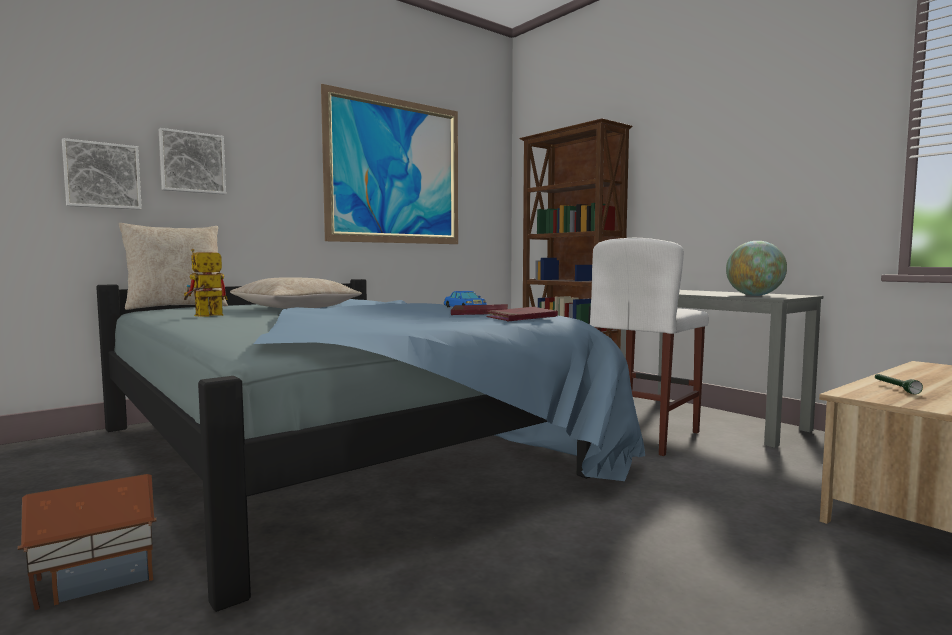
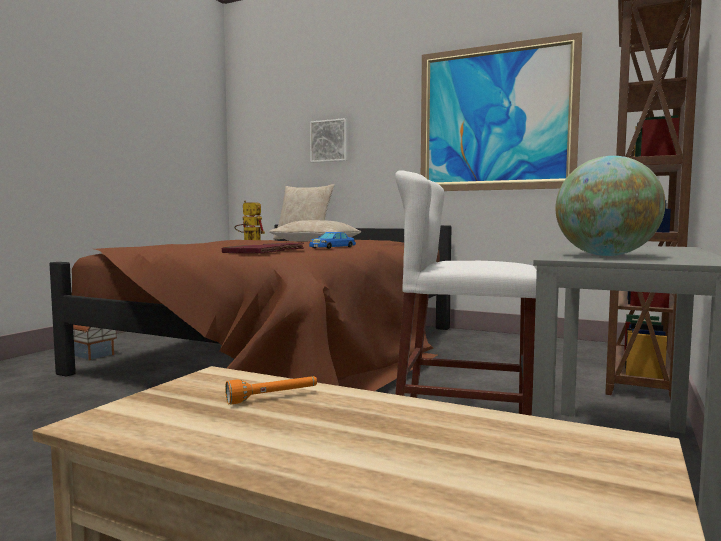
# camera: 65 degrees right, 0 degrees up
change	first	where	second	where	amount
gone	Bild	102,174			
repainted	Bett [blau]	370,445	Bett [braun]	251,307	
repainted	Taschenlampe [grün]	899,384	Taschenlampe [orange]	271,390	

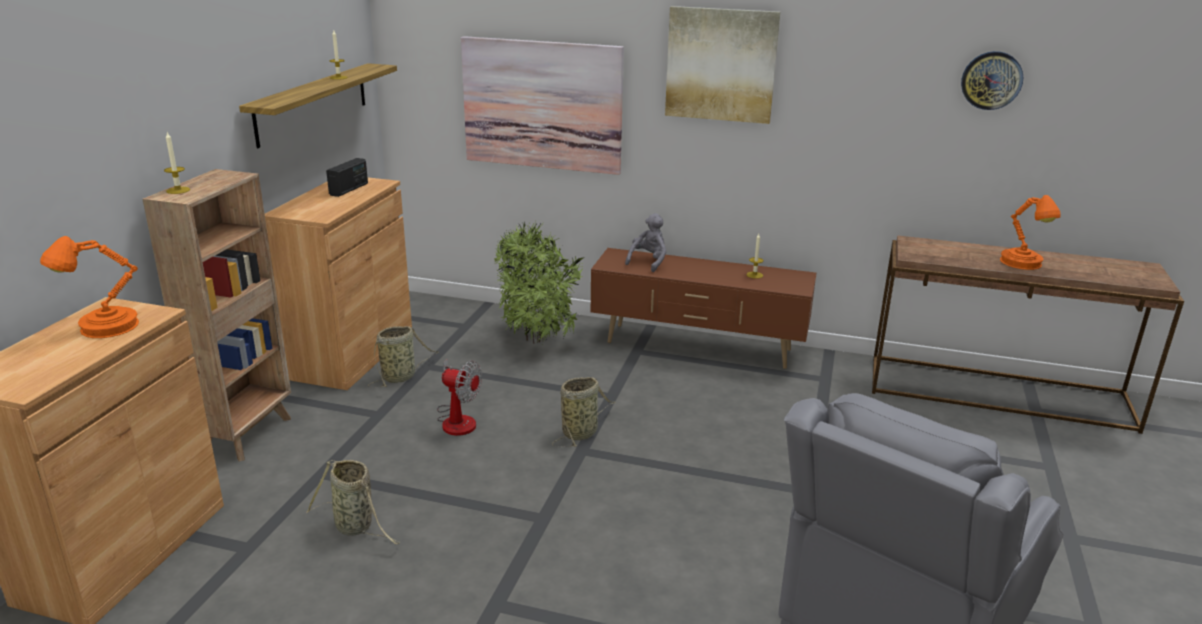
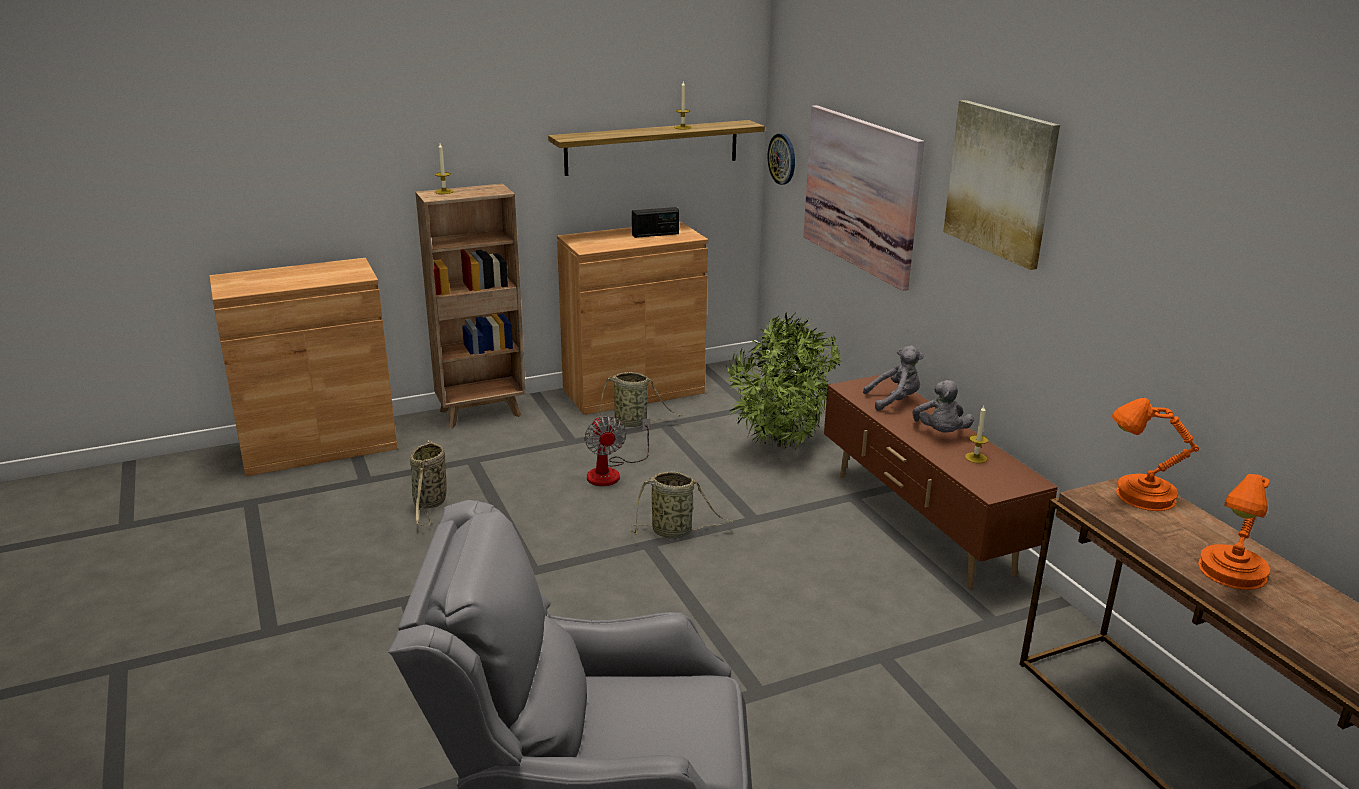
# camera: 50 degrees right, 0 degrees up
change	first	where	second	where	amount
new			Plüschtier [grau]	943,406	
shifted	Tischlampe [orange]	89,287		1155,454	
shifted	Wanduhr	992,80		781,159	

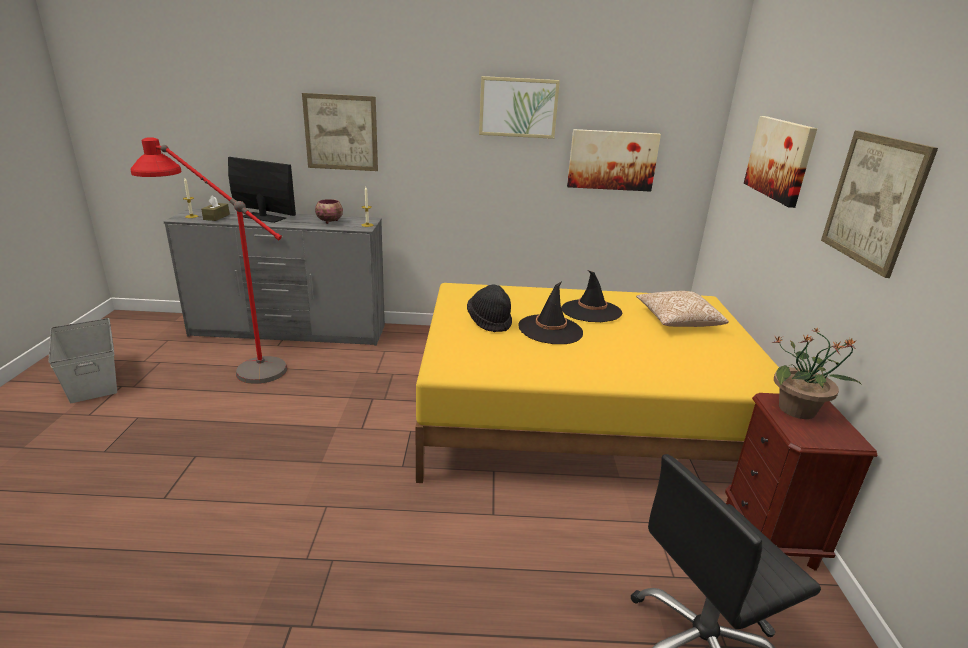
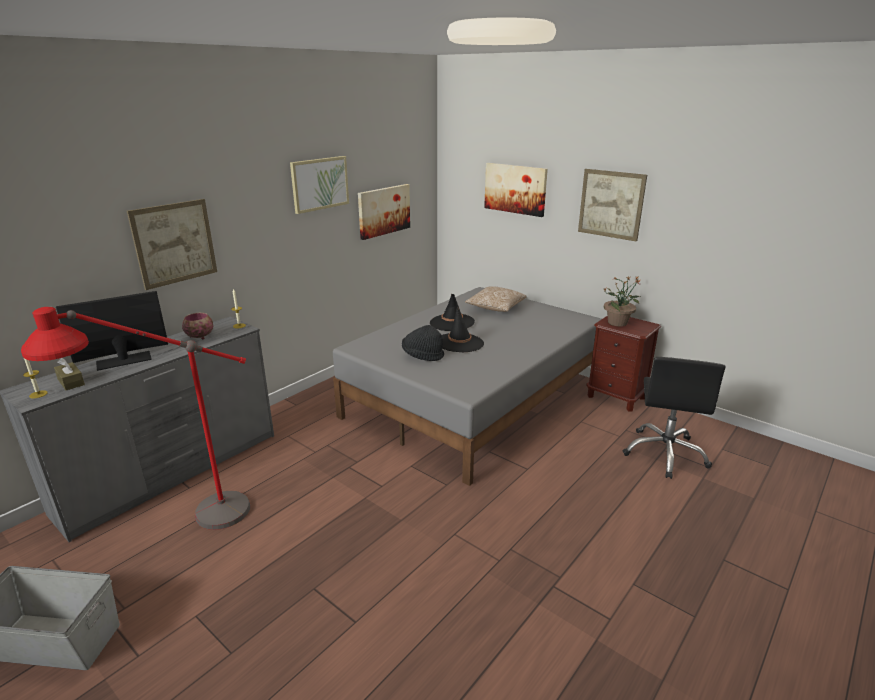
# camera: 50 degrees left, 0 degrees up
change	first	where	second	where	amount
repainted	Bett [gelb]	598,383	Bett [grau]	467,386	

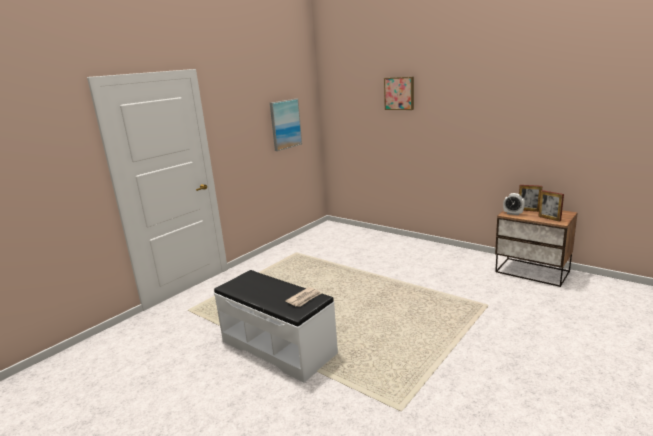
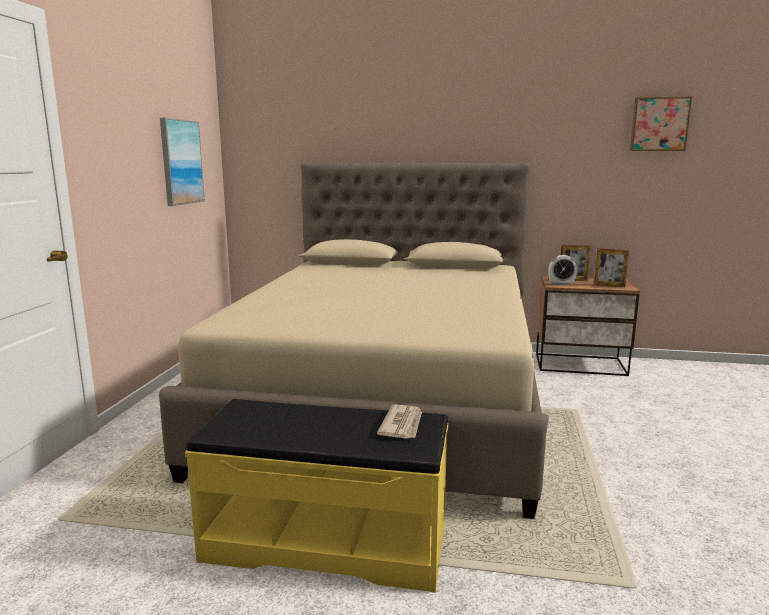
# camera: 30 degrees left, 5 degrees down
change	first	where	second	where	amount
new			Bett [beige]	354,340	
shifted	Bild	399,93		661,123	
repainted	Bank [weiß]	276,326	Bank [gelb]	316,496	

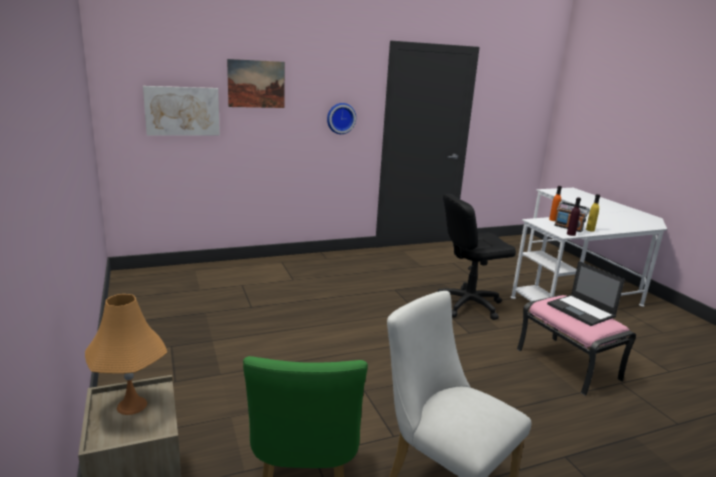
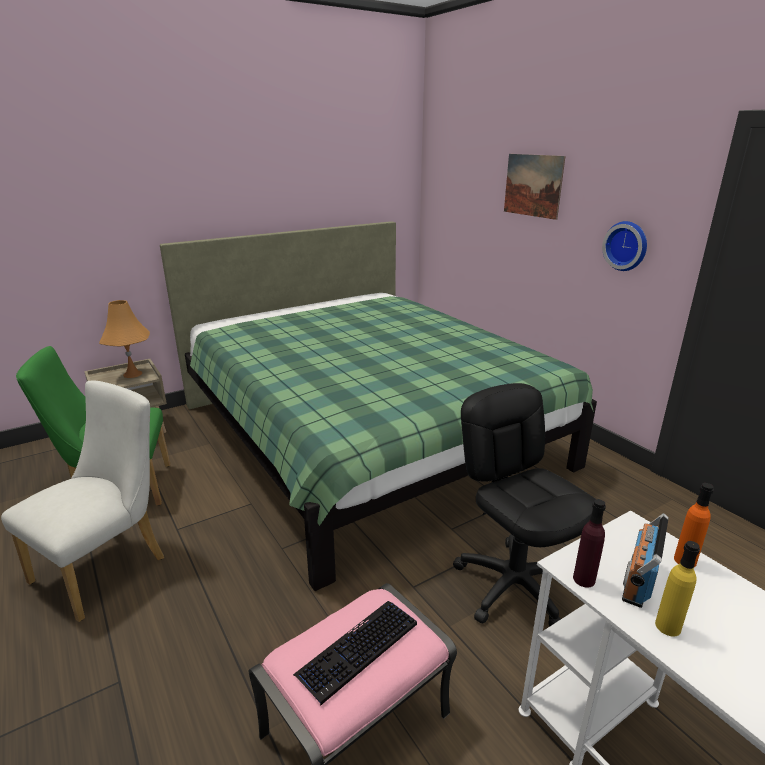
# camera: 80 degrees right, 5 degrees up
change	first	where	second	where	amount
gone	Bild	181,111			
new			Bett [grün]	378,406	
swapped	Laptop	586,293	Tastatur	355,653	

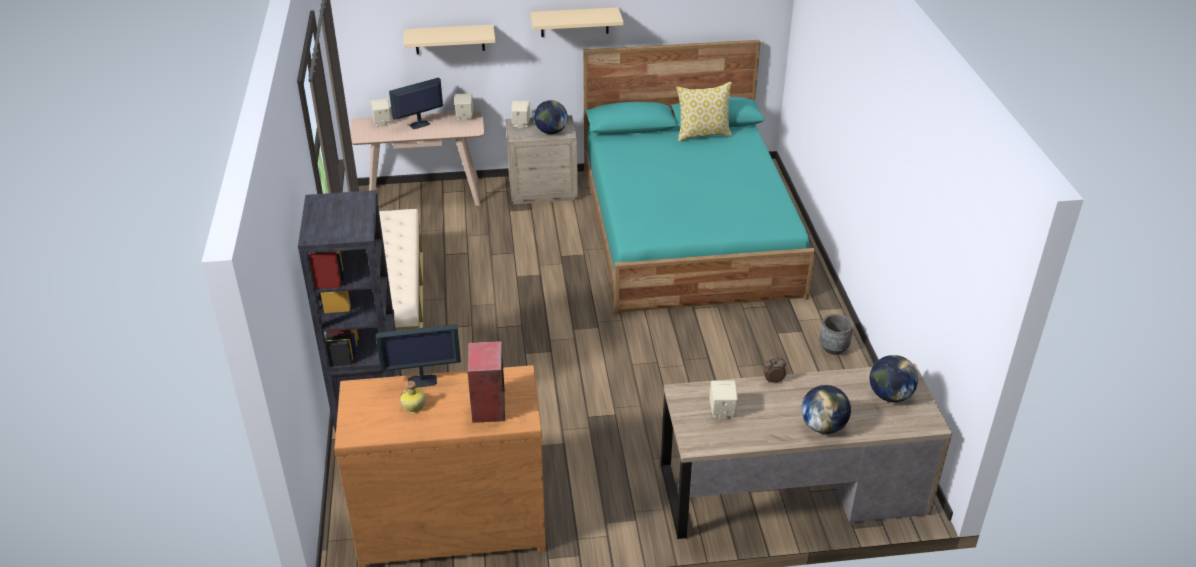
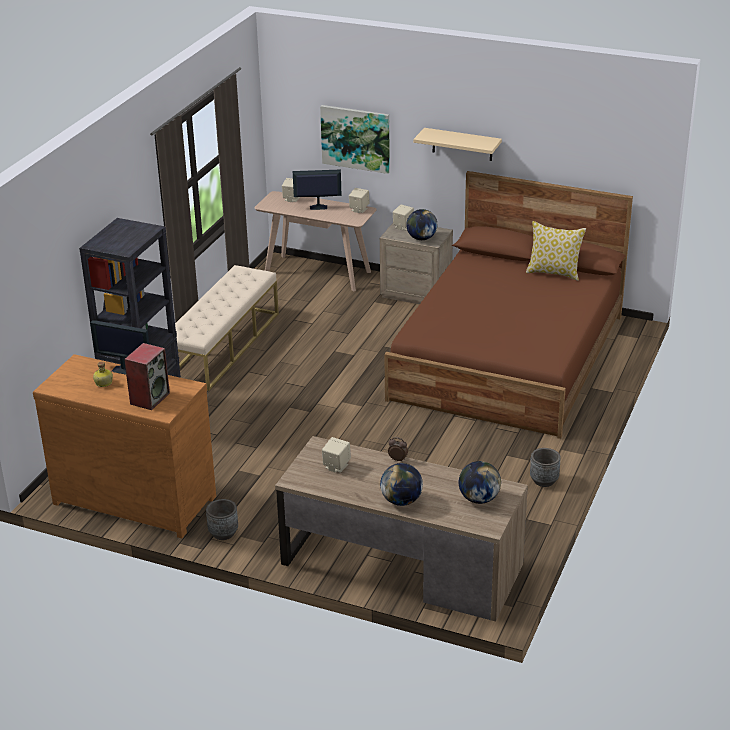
# camera: 30 degrees right, 5 degrees down
change	first	where	second	where	amount
new			Pflanzkübel [grau]	222,519	
swapped	Wandregal [beige]	449,39	Bild	355,139	
repainted	Bett [türkis]	699,177	Bett [braun]	508,305	

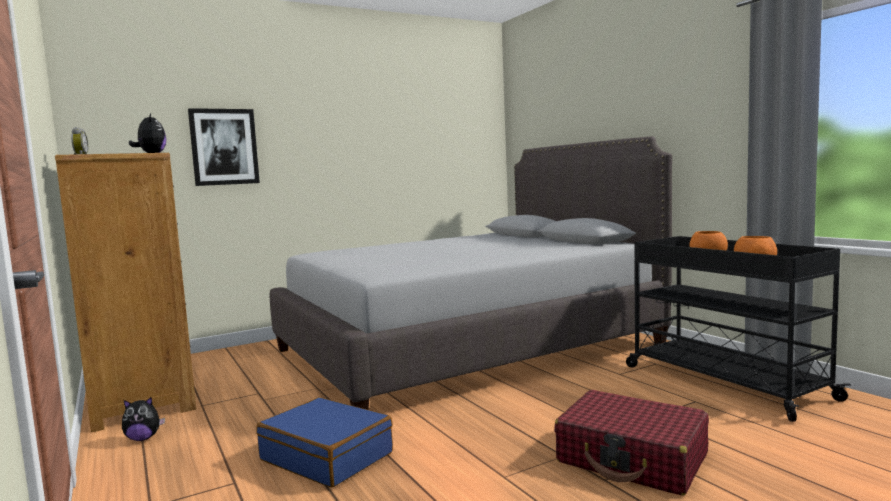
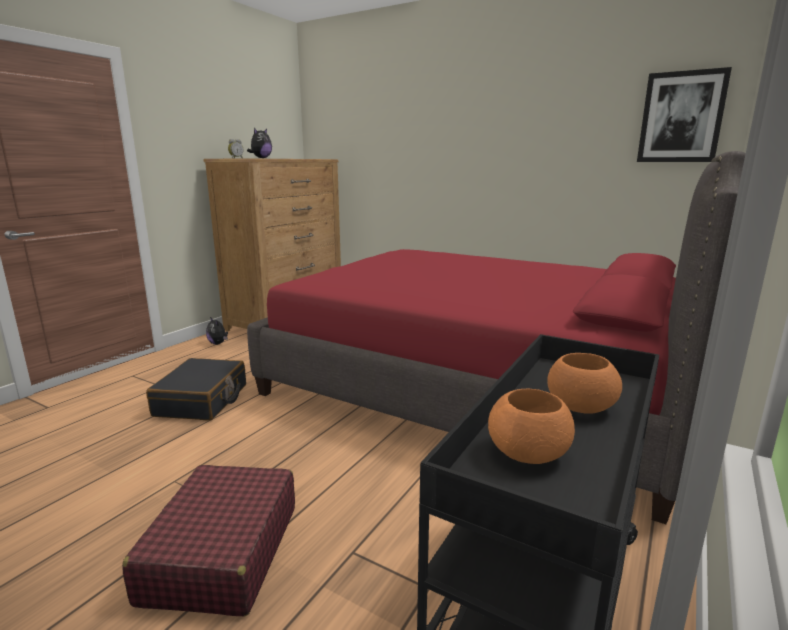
# camera: 60 degrees right, 10 degrees up
change	first	where	second	where	amount
shifted	Bild	224,147		684,114	
repainted	Koffer [blau]	324,442	Koffer [schwarz]	196,389	
repainted	Bett [grau]	471,273	Bett [rot]	496,337	

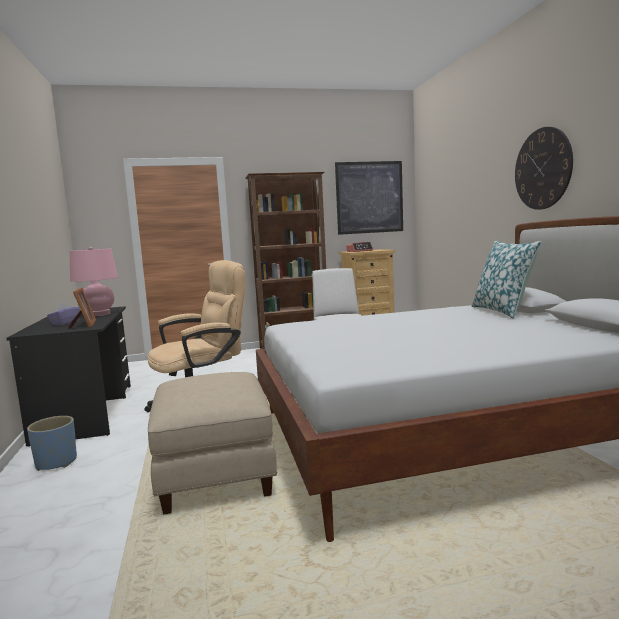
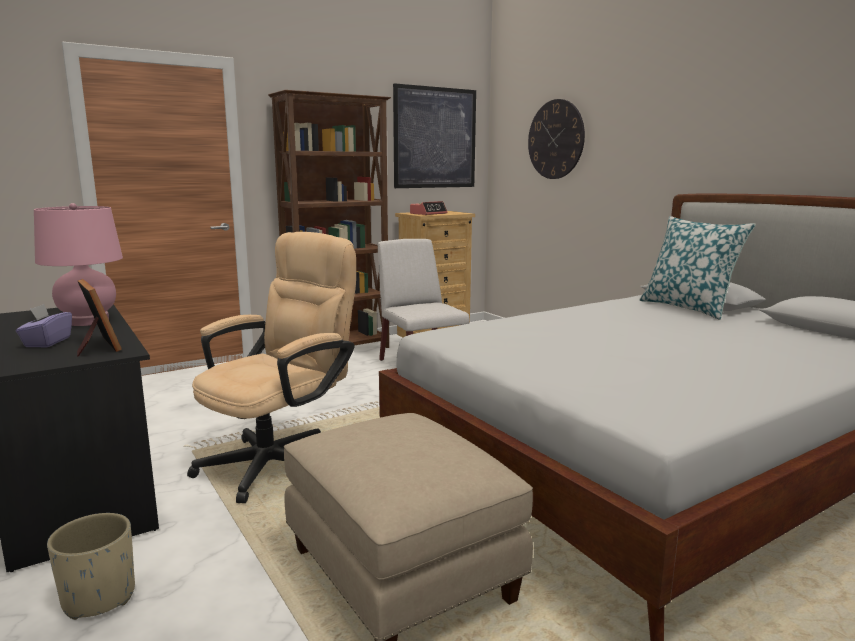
# camera: 20 degrees left, 5 degrees up
change	first	where	second	where	amount
shifted	Wanduhr	544,168		556,139	
repainted	Pflanzkübel [blau]	52,443	Pflanzkübel [beige]	91,566	

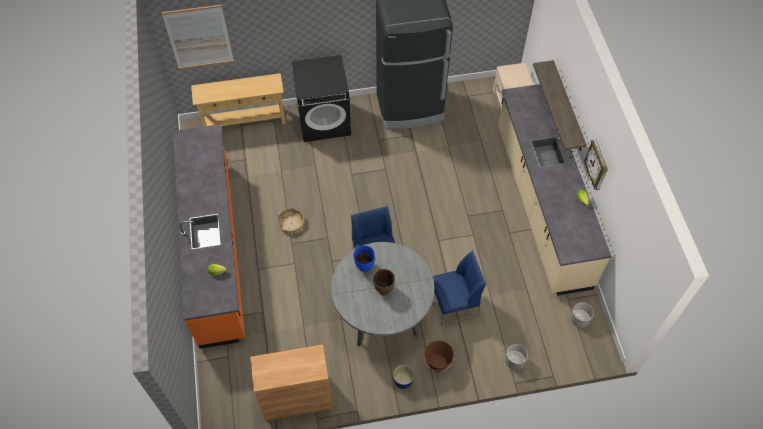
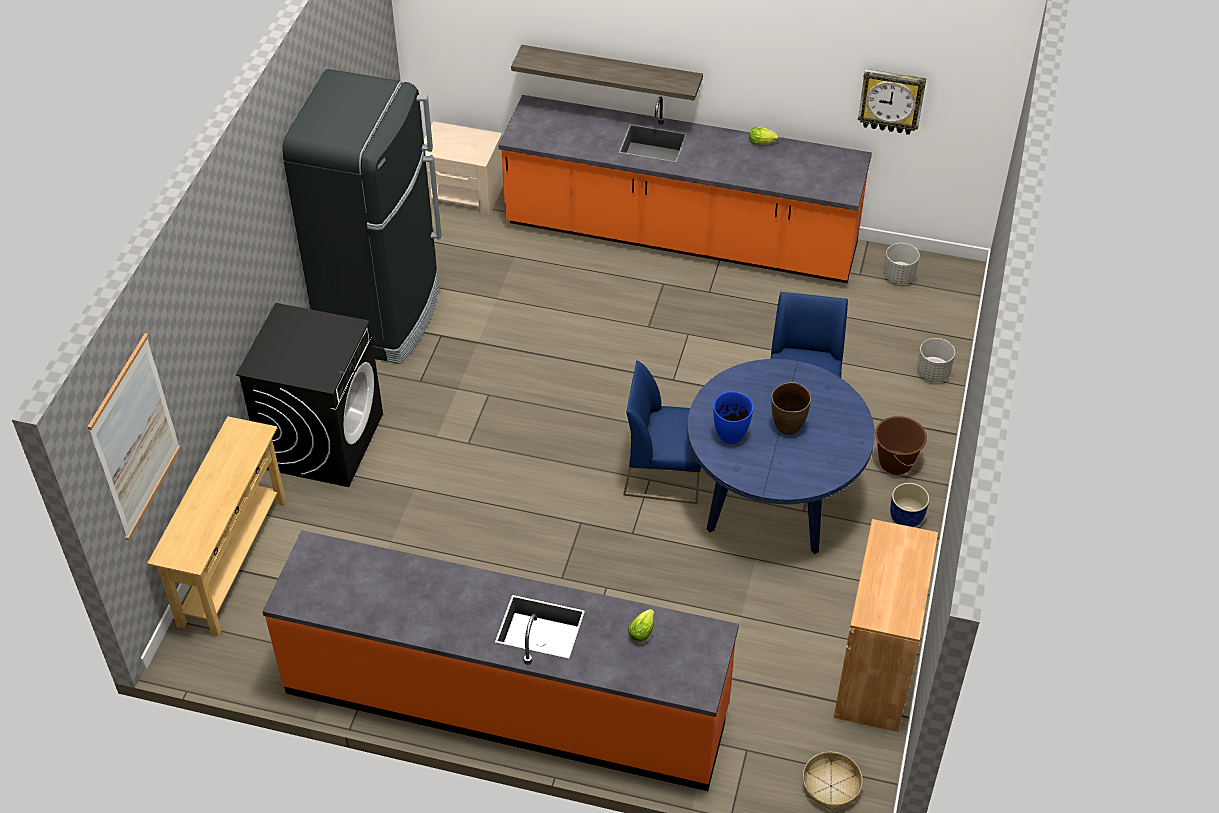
# camera: 65 degrees left, 10 degrees down
change	first	where	second	where	amount
shifted	Korb	290,221		832,781	
shifted	Wanduhr	596,164		892,102	
repainted	Esstisch [grau]	382,294	Esstisch [blau]	781,456	
repainted	Küchenzeile [beige]	554,190	Küchenzeile [orange]	685,189	

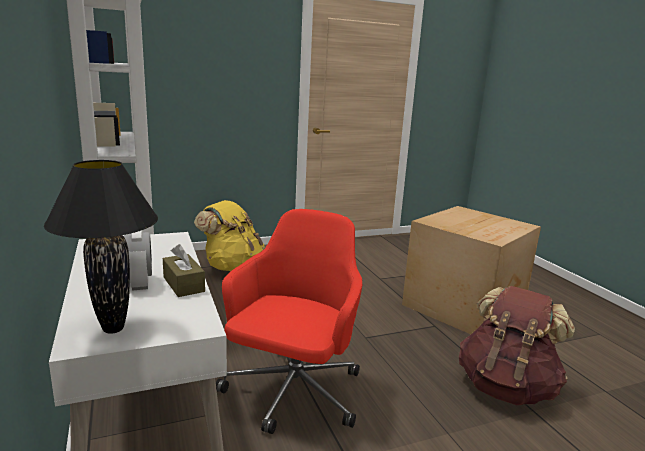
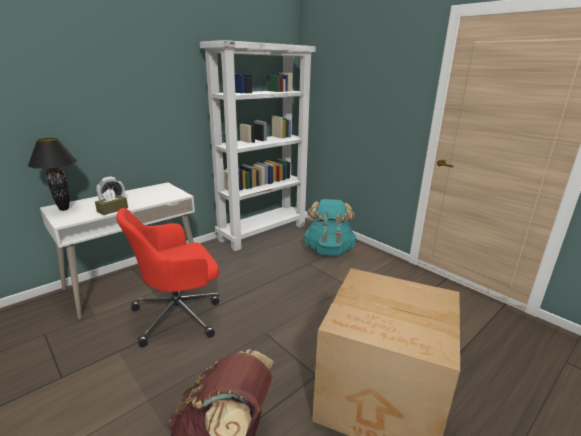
# camera: 70 degrees right, 5 degrees up
change	first	where	second	where	amount
repainted	Rucksack [gelb]	229,235	Rucksack [türkis]	330,227	
rotated	Bürostuhl [rot]	289,321		167,277	150 degrees clockwise

